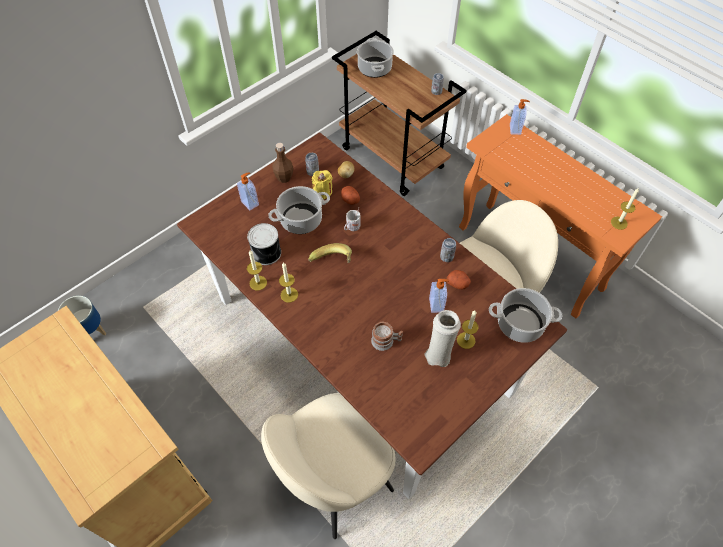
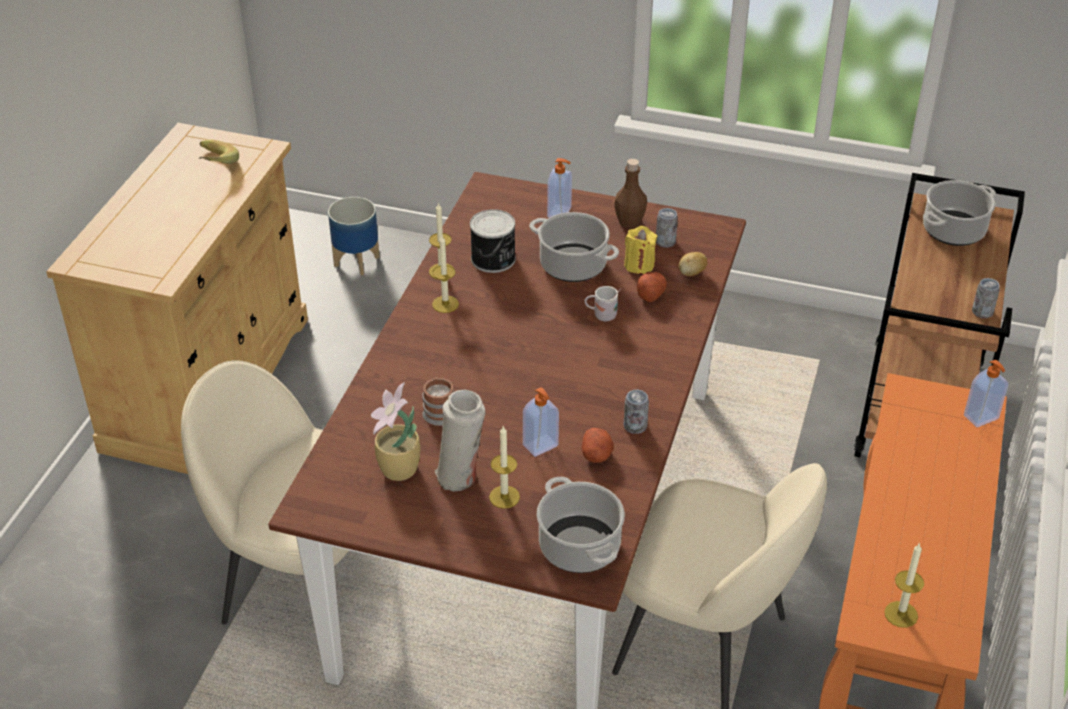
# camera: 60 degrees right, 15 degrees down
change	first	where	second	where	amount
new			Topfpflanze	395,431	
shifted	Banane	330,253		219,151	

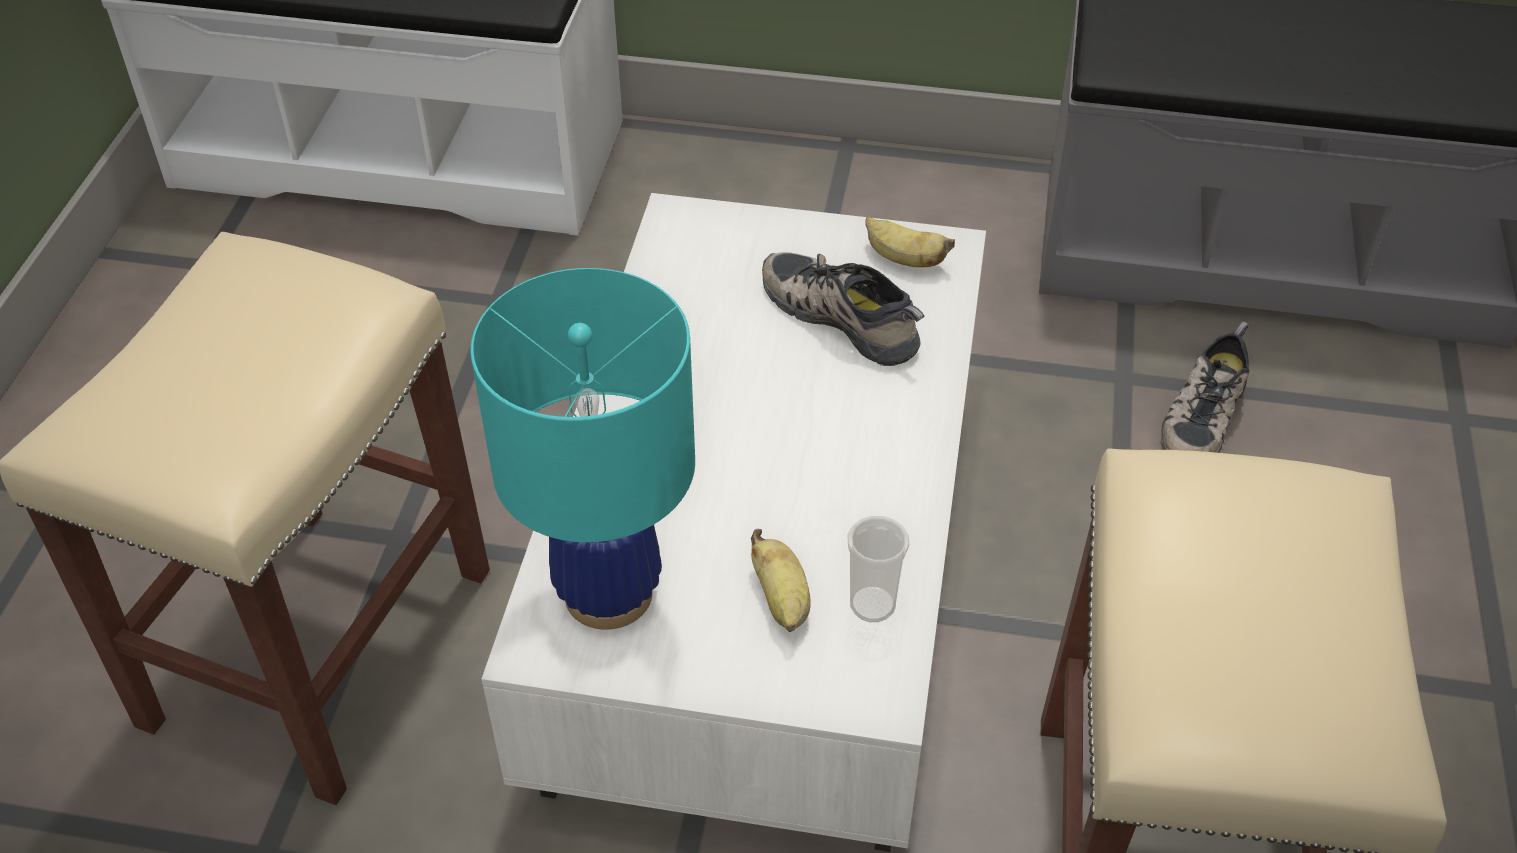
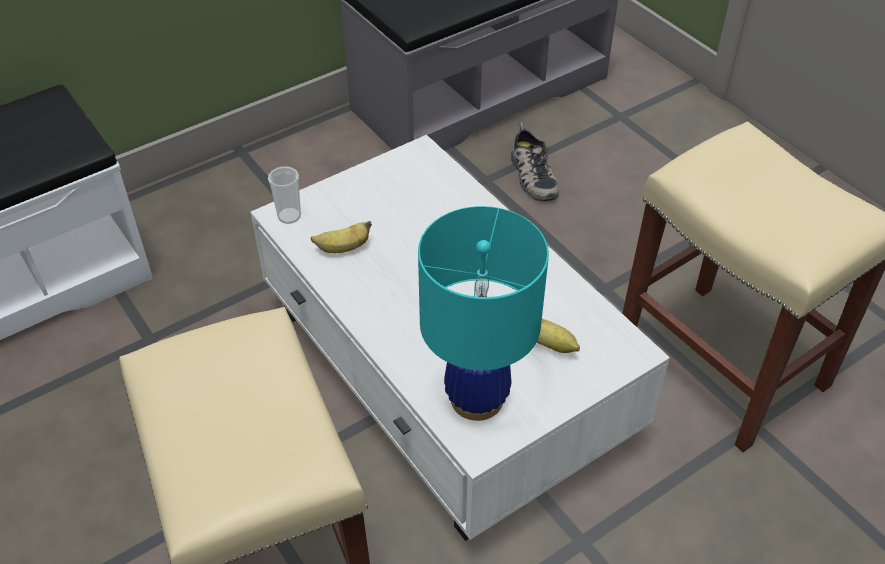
# camera: 45 degrees left, 0 degrees up
change	first	where	second	where	amount
gone	Schuh	843,309			
shifted	Tasse	878,569		284,195	
shifted	Banane	910,242		341,237	

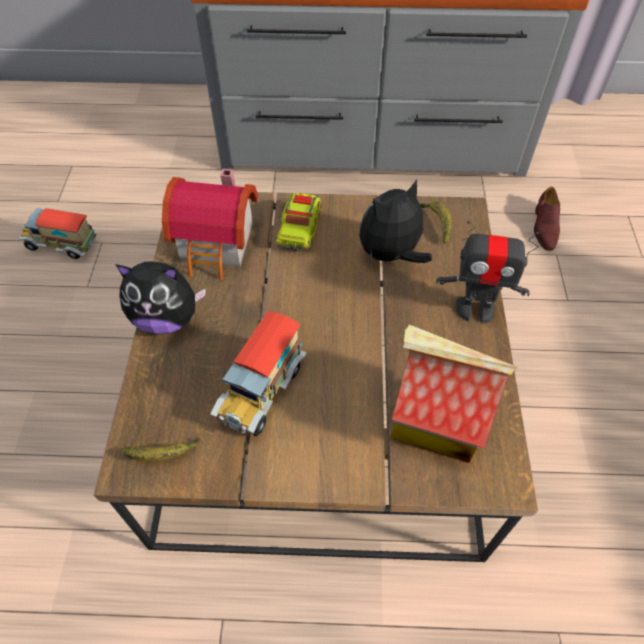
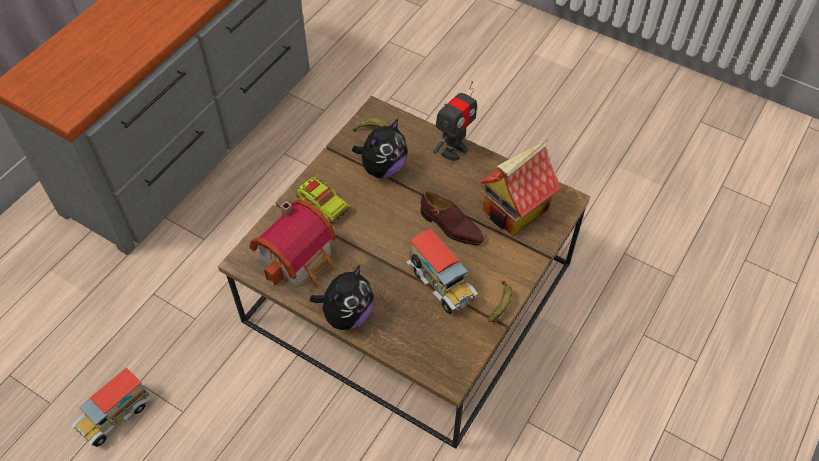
# camera: 60 degrees left, 0 degrees up
change	first	where	second	where	amount
shifted	Banane	161,449		500,301	
shifted	Schuh [braun]	547,219		452,218	
rotated	Plüschtier	395,223		380,148	135 degrees counterclockwise

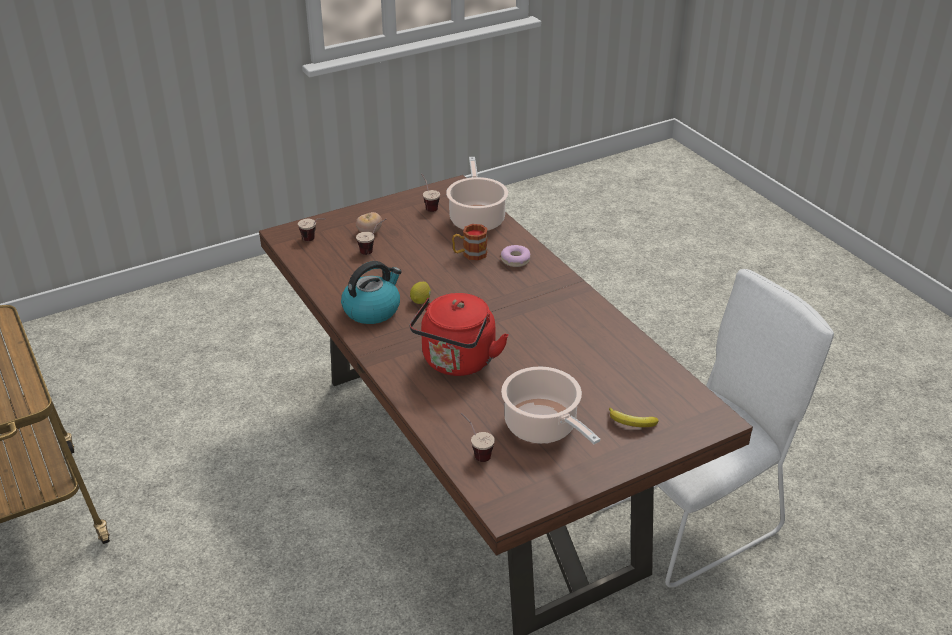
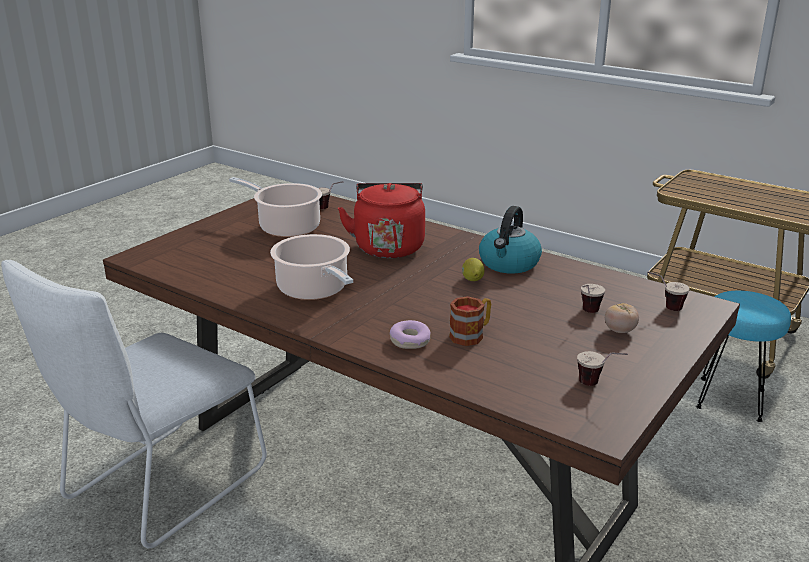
# camera: 155 degrees right, 10 degrees down
change	first	where	second	where	amount
gone	Banane	634,417			
new			Hocker [türkis]	743,356	
shifted	Kochtopf	477,194		311,267	

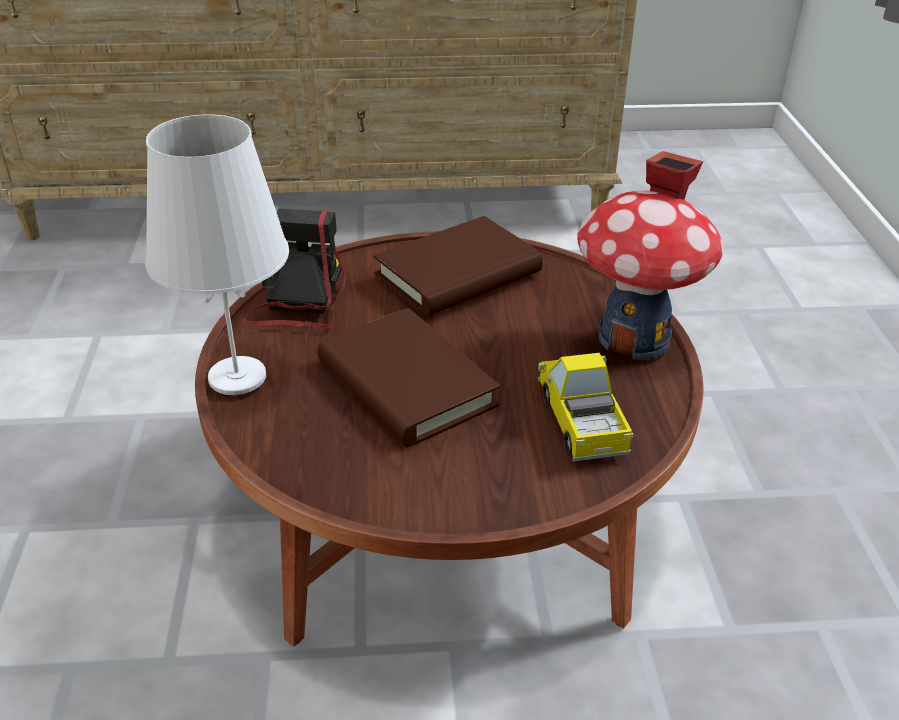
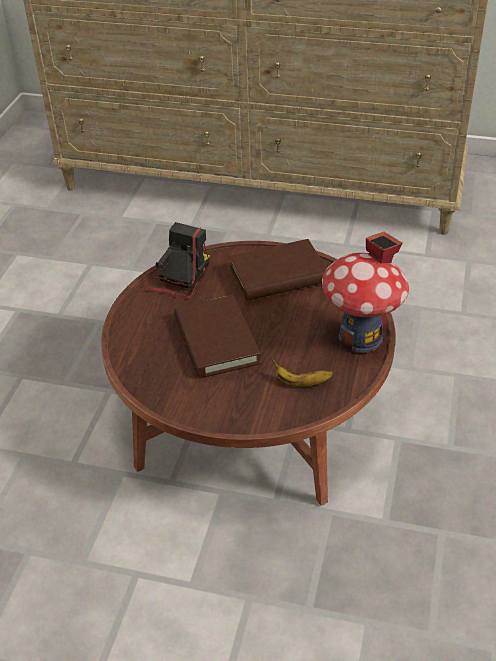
# camera: 20 degrees right, 5 degrees up
change	first	where	second	where	amount
gone	Tischlampe [weiß]	217,254			
swapped	Spielzeuglaster	586,407	Banane	302,372	

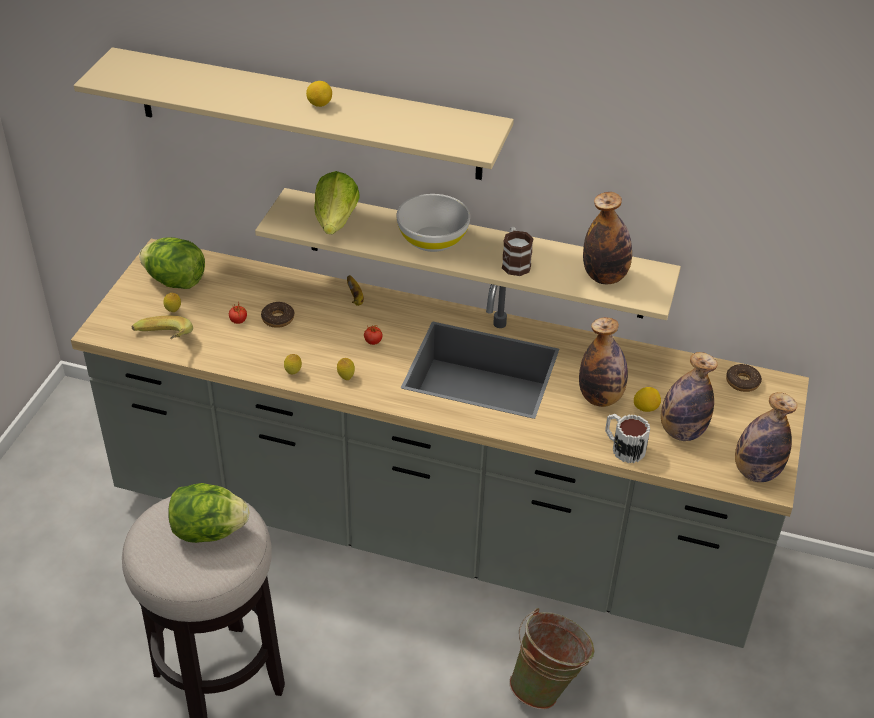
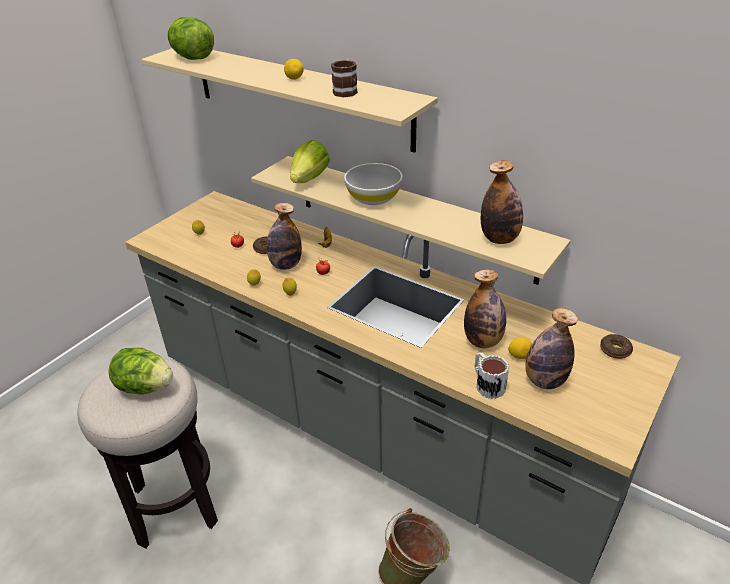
# camera: 20 degrees right, 5 degrees down
change	first	where	second	where	amount
gone	Banane	162,327			
shifted	Salatkopf	172,263		190,38	
shifted	Henkelbecher	518,251		344,78	
shifted	Flasche	766,437		284,236	

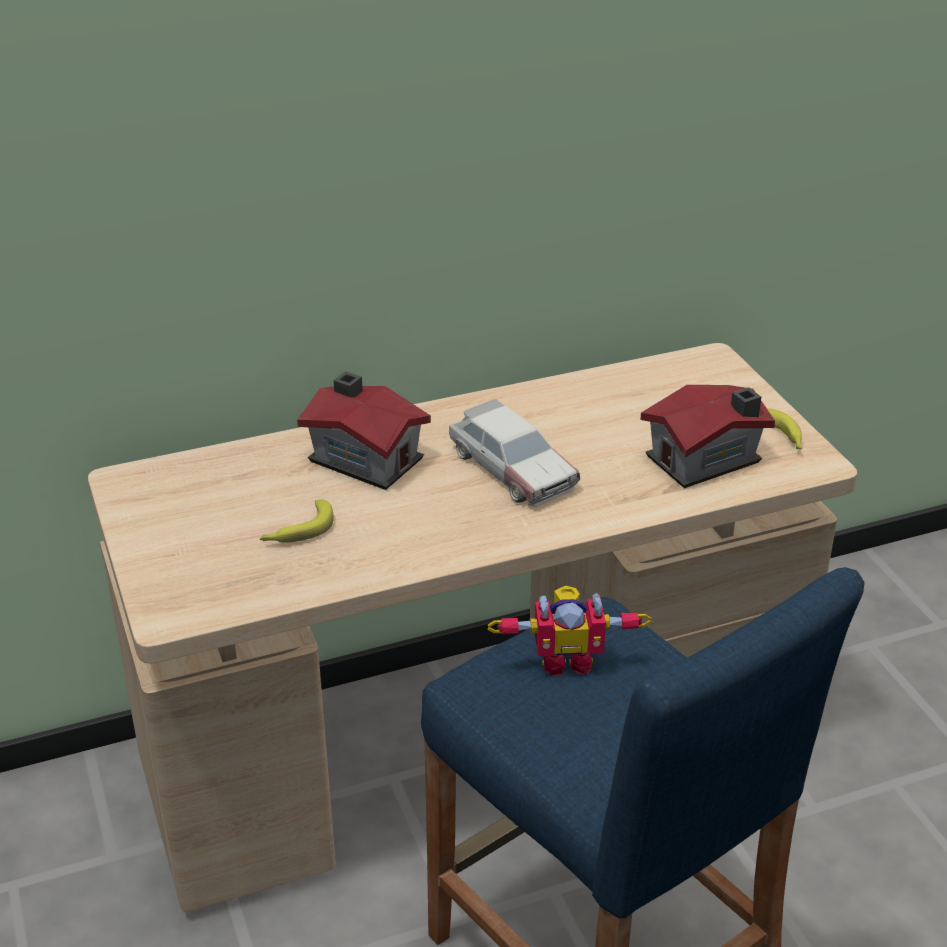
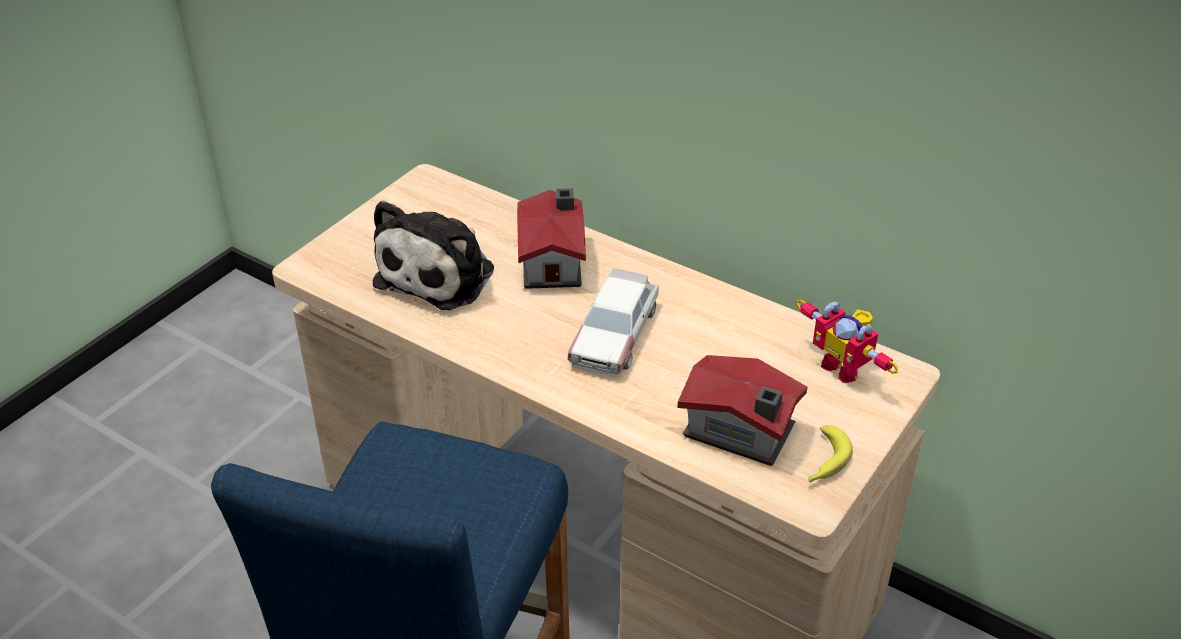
# camera: 55 degrees right, 5 degrees up
change	first	where	second	where	amount
shifted	Spielzeugroboter	570,631		847,341	
swapped	Banane	297,521	Plüschtier	433,255	

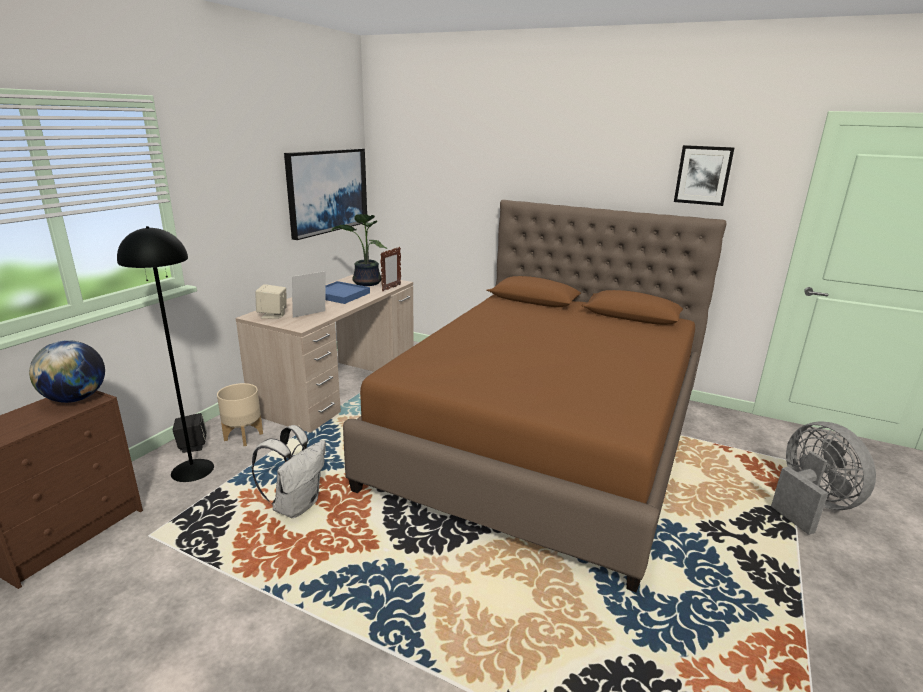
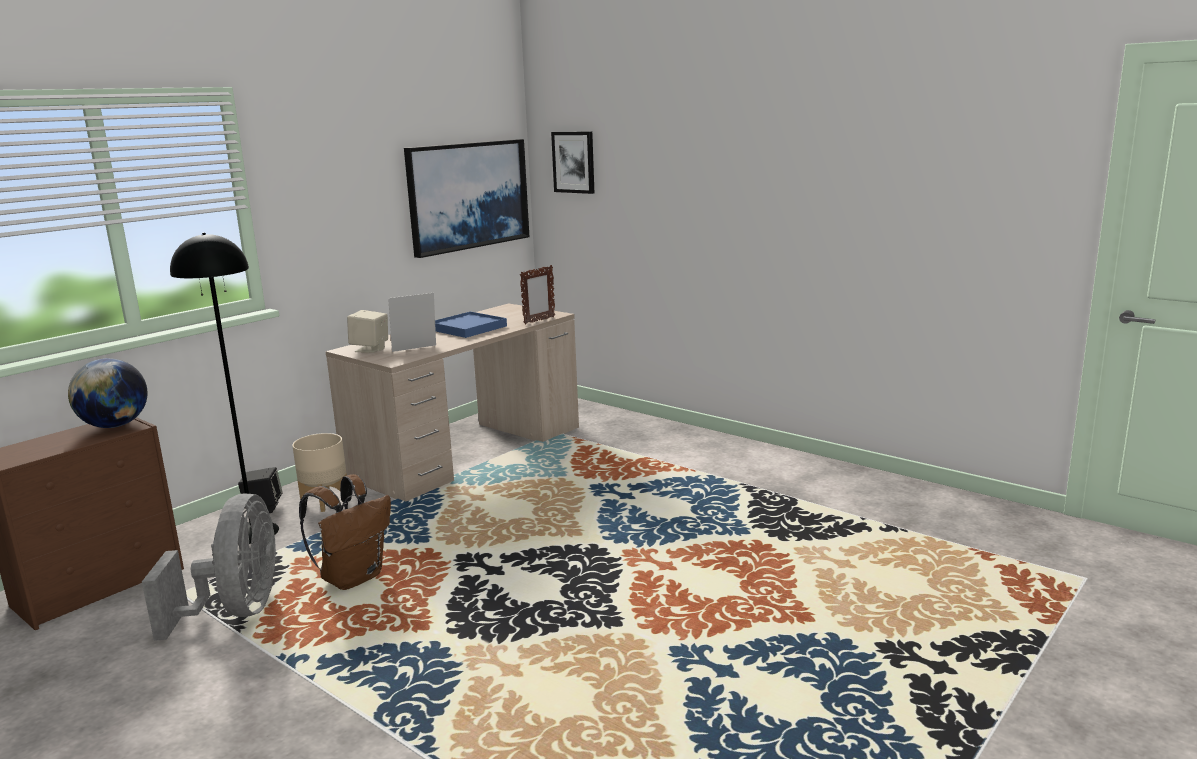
# camera: 15 degrees right, 5 degrees down
change	first	where	second	where	amount
gone	Topfpflanze	359,250			
gone	Bett [braun]	535,396			
shifted	Bild	704,175		572,163	
shifted	Ventilator [grau]	823,478		209,567	
repainted	Rucksack [weiß]	289,471	Rucksack [braun]	345,532	

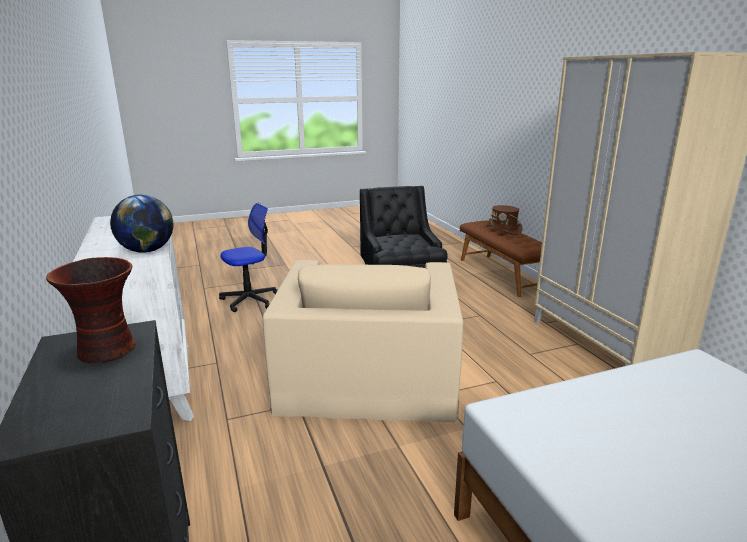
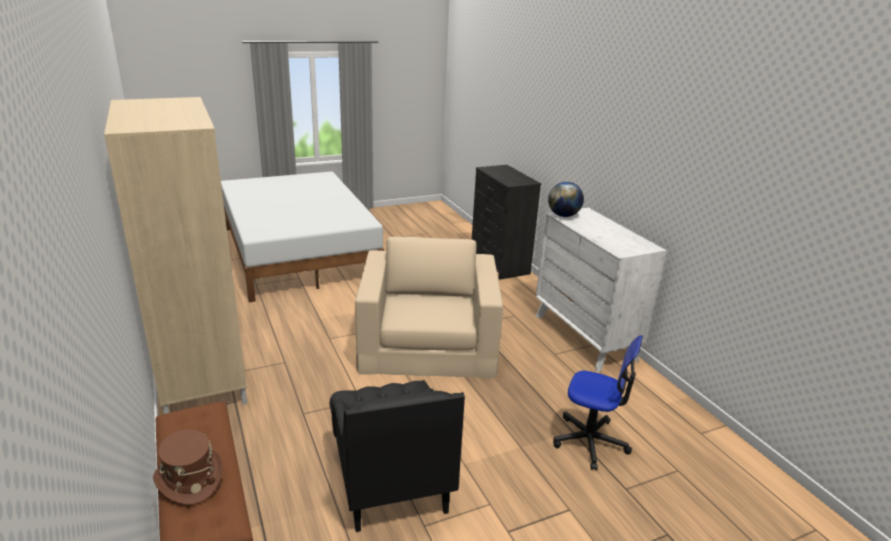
# camera: 175 degrees right, 5 degrees up
change	first	where	second	where	amount
gone	Vase	91,310			
rotated	Bürostuhl	248,257		598,402	120 degrees counterclockwise

